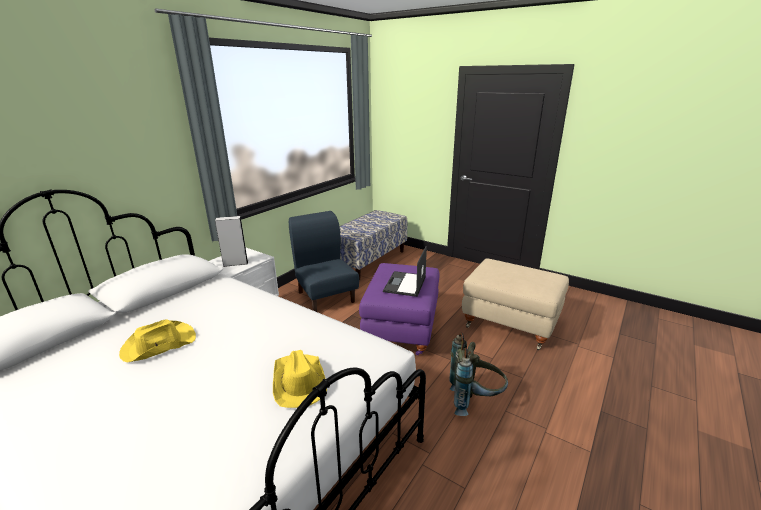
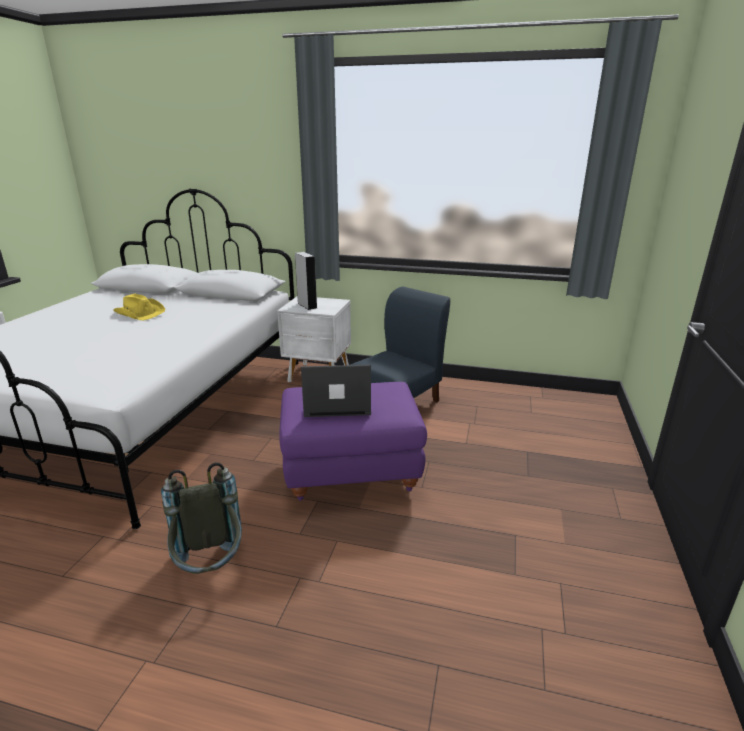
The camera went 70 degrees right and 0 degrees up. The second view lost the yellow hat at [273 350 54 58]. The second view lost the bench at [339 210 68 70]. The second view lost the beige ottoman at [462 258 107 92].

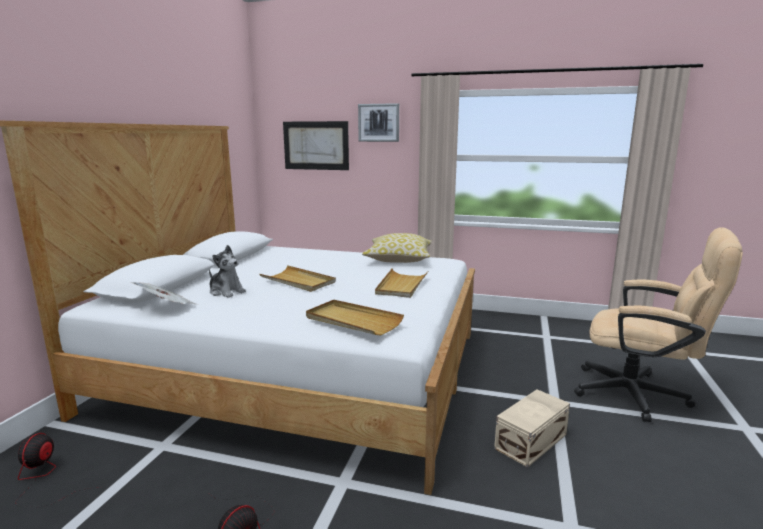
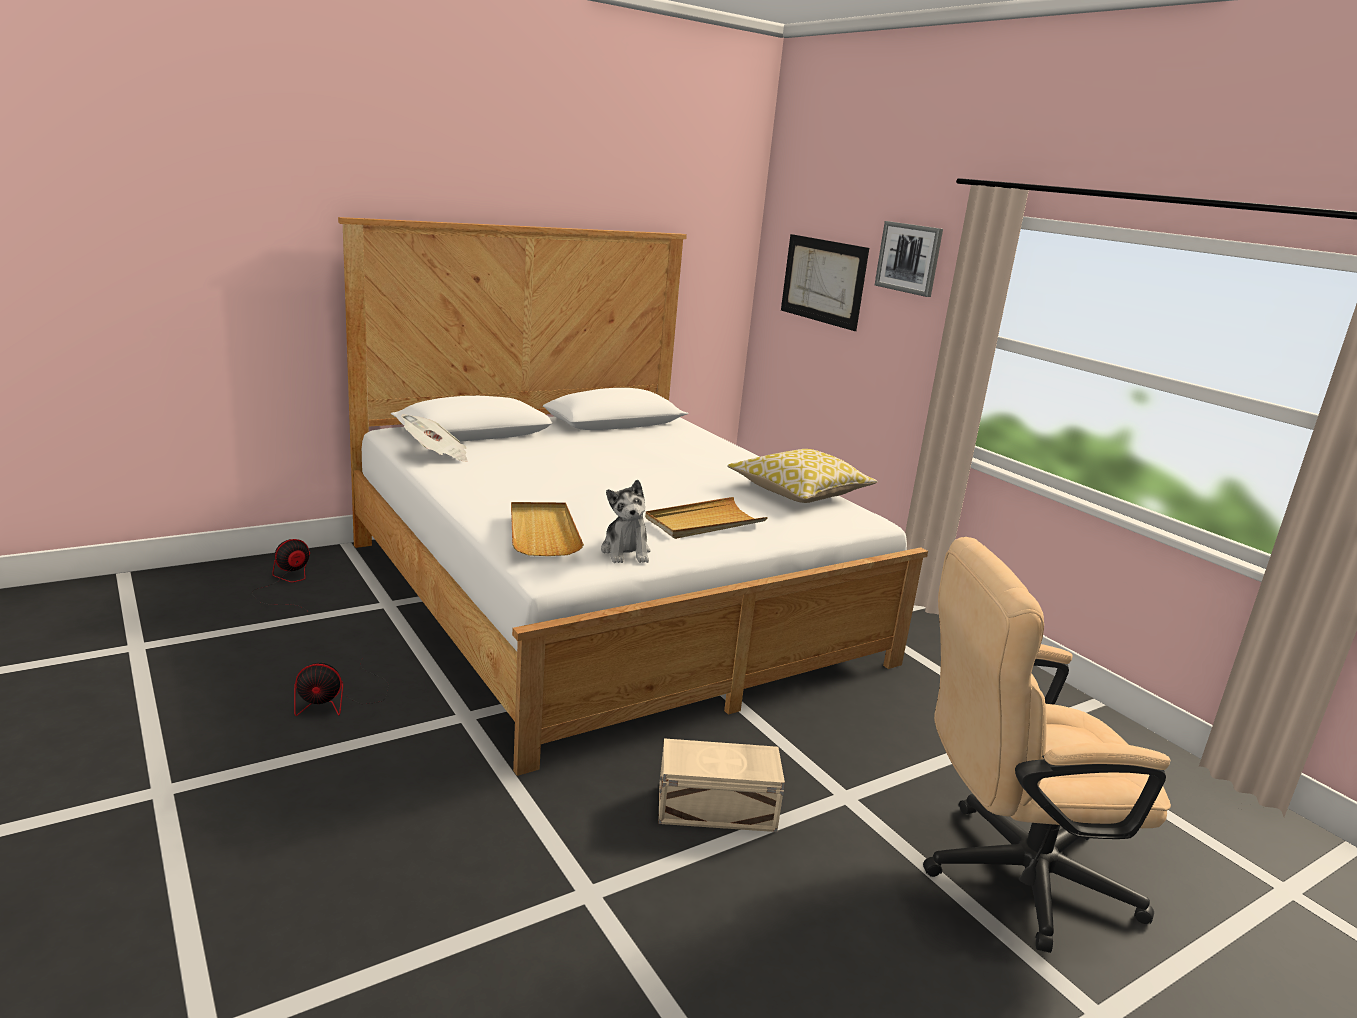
The camera went 40 degrees right and 5 degrees up. The plush toy ended up elsewhere, having gone from [209 245 37 53] to [601 480 50 83]. The beige office chair at [574 227 169 195] ended up facing another way, 105 degrees clockwise from before. The second view lost the beige tray at [260 265 76 27].

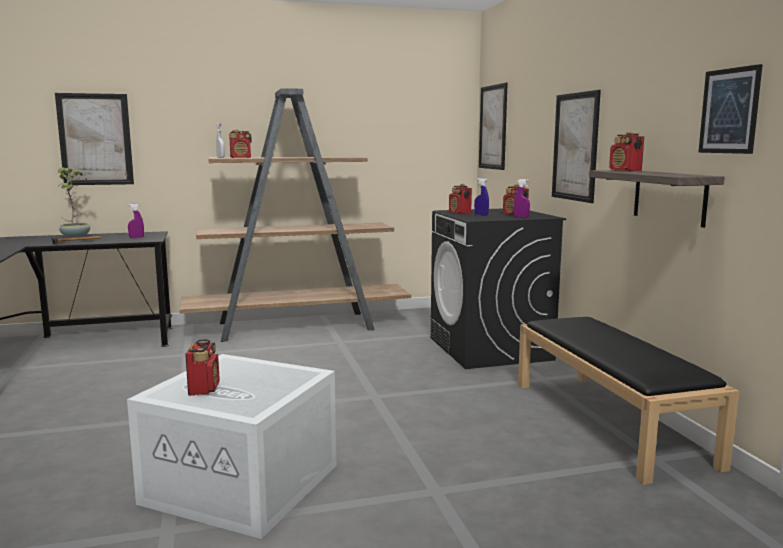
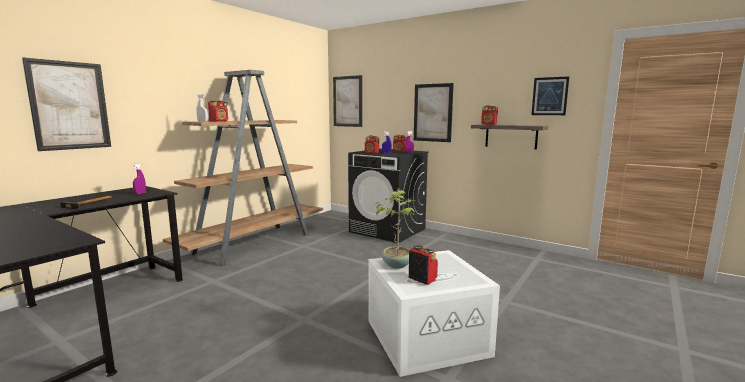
The camera went 40 degrees left and 0 degrees up. The potted plant ended up elsewhere, having gone from [58 167 32 71] to [375 188 41 81]. The second view lost the black bench at [518 317 221 168].

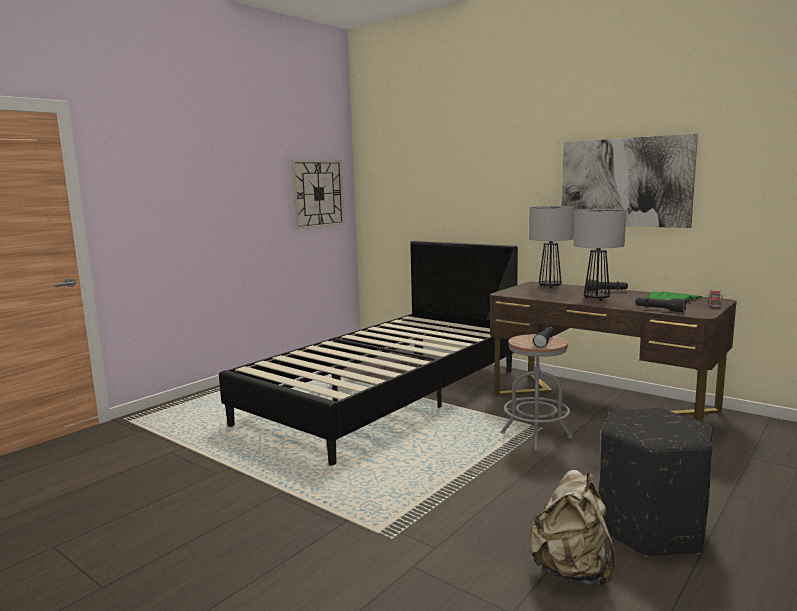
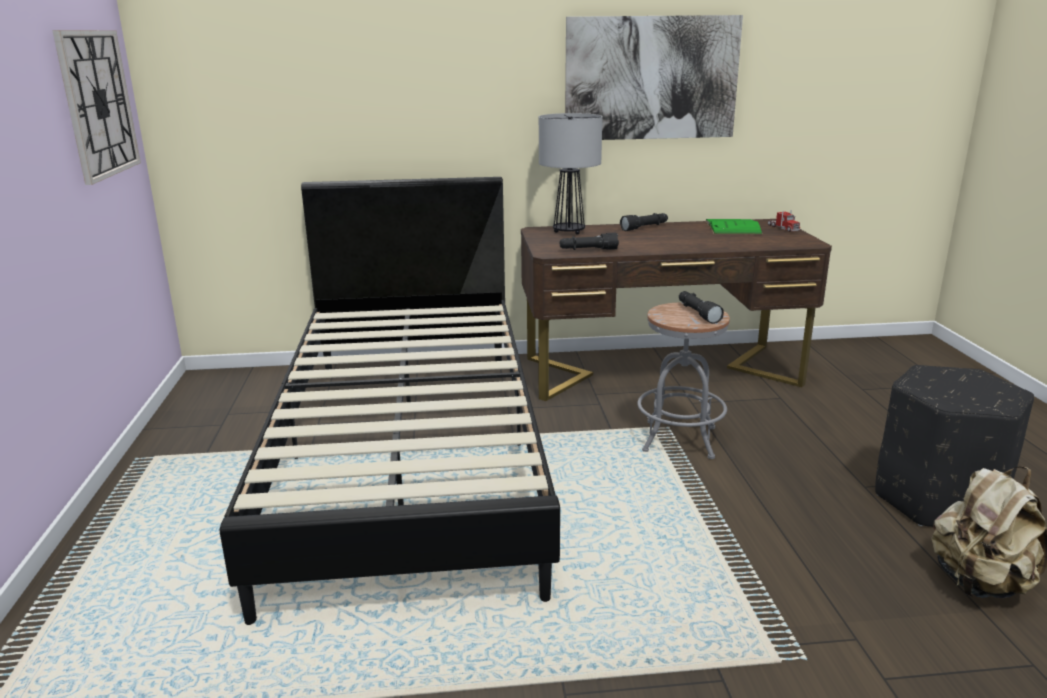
The camera went 45 degrees left and 10 degrees up. The black flashlight ended up elsewhere, having gone from [636 297 51 15] to [560 233 59 17]. The second view lost the table lamp at [573 208 53 93].

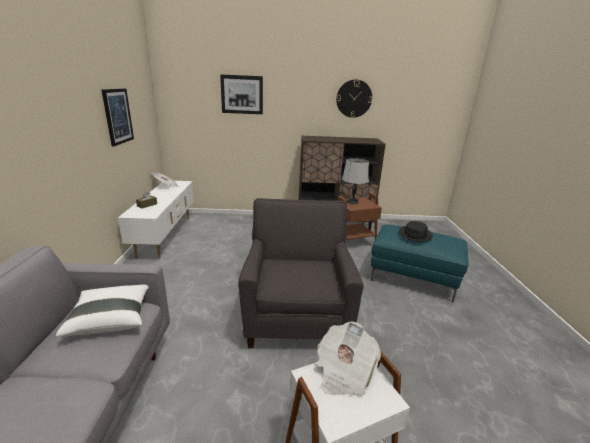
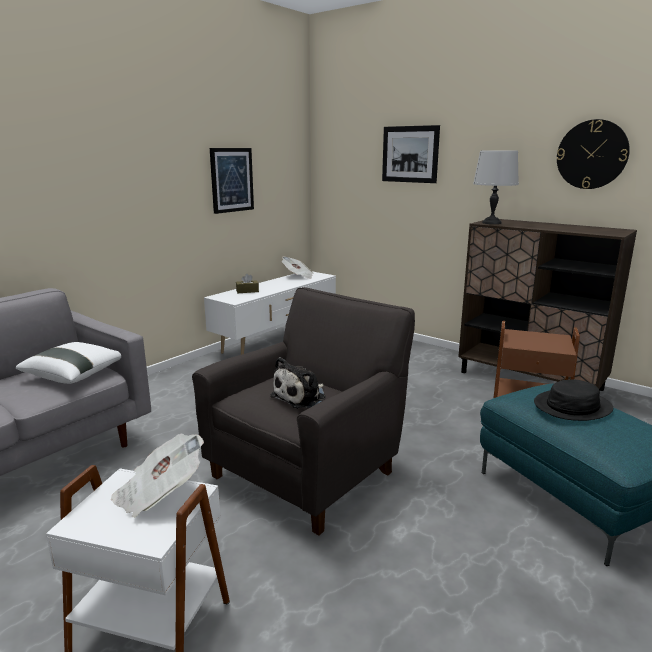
The camera went 40 degrees right and 5 degrees down. The second view gained the plush toy at [270 357 56 51]. The grey table lamp ended up elsewhere, having gone from [342 158 27 46] to [473 150 46 74].

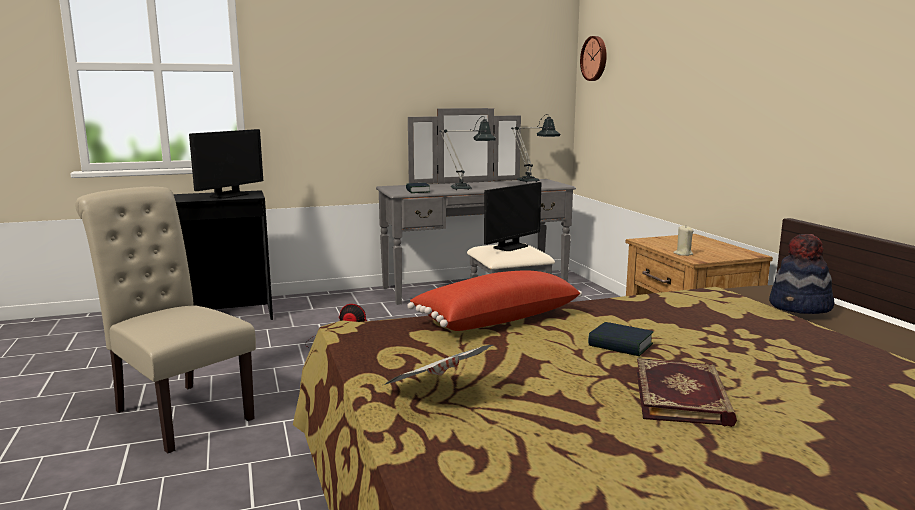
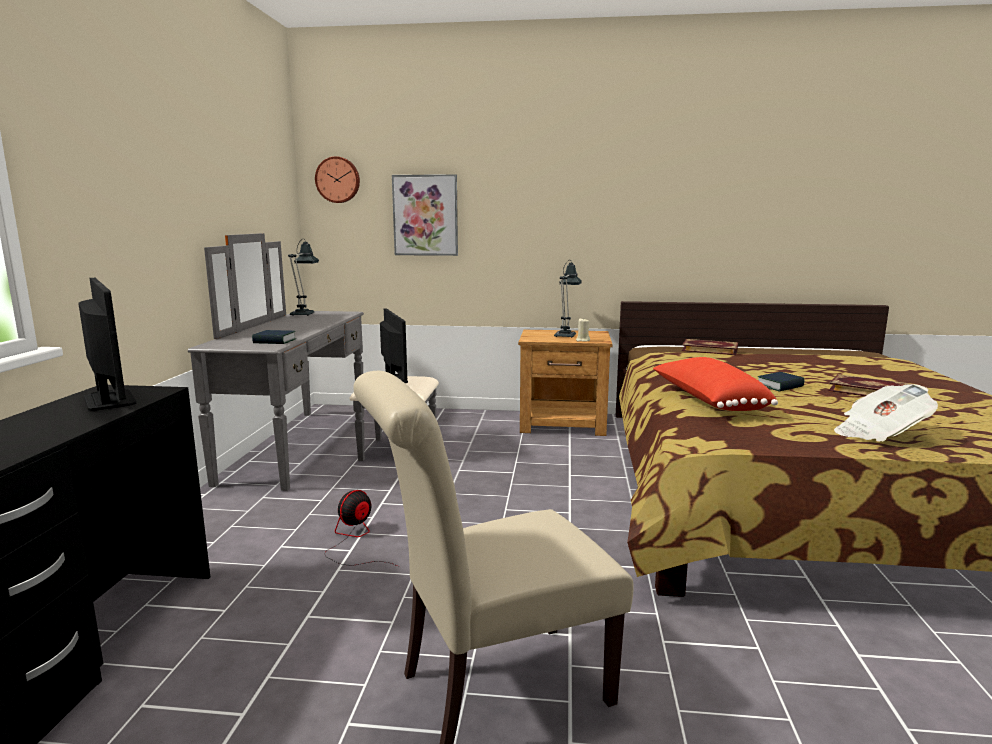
The camera went 65 degrees left and 0 degrees up. The second view gained the picture at [392 174 66 82]. The table lamp ended up elsewhere, having gone from [440 116 56 74] to [554 260 28 78]. Where the hat stood at [769 234 66 80], the book came to stand at [682 339 56 16].

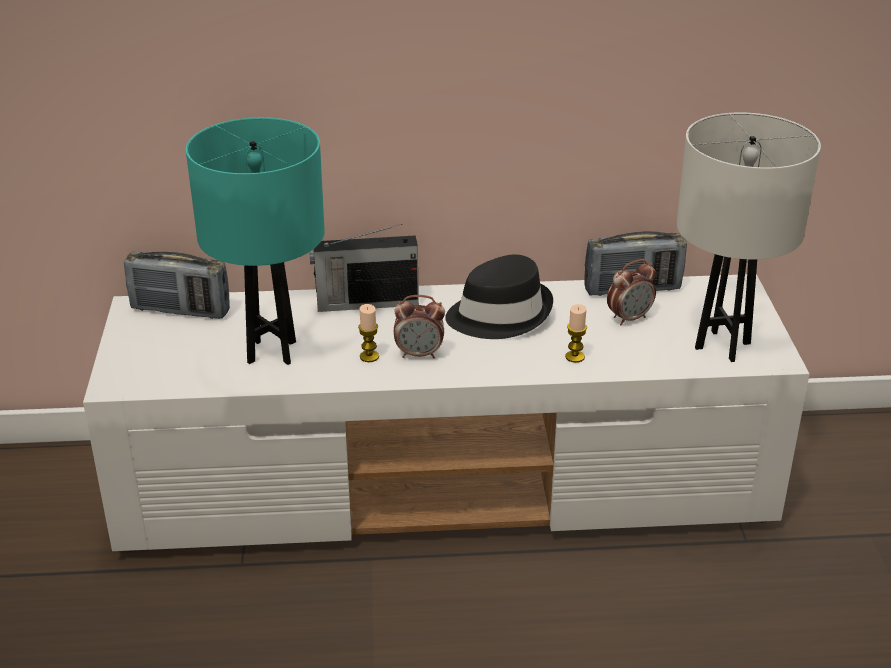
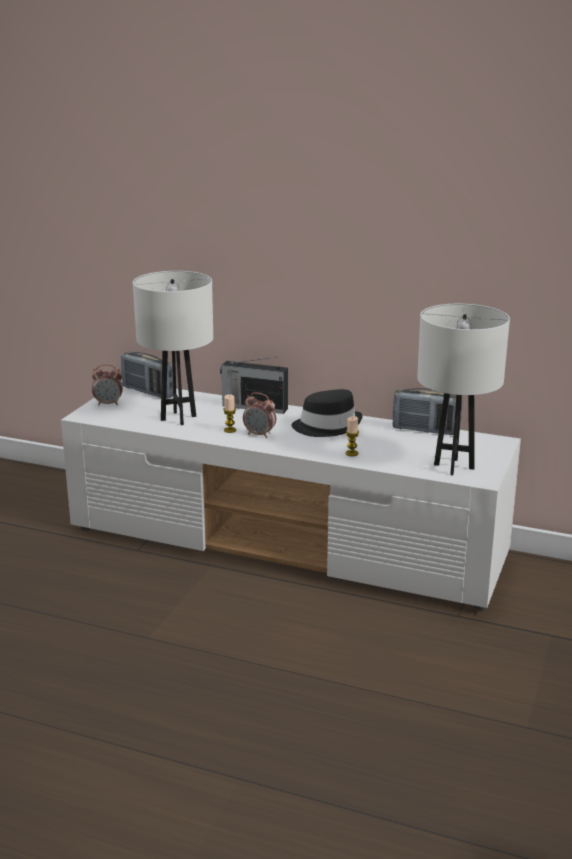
The camera went 25 degrees right and 10 degrees down. The alarm clock ended up elsewhere, having gone from [607 259 49 67] to [92 364 31 42]. What was the turquoise table lamp at [186 117 139 248] turned into the white table lamp at [133 271 80 154].

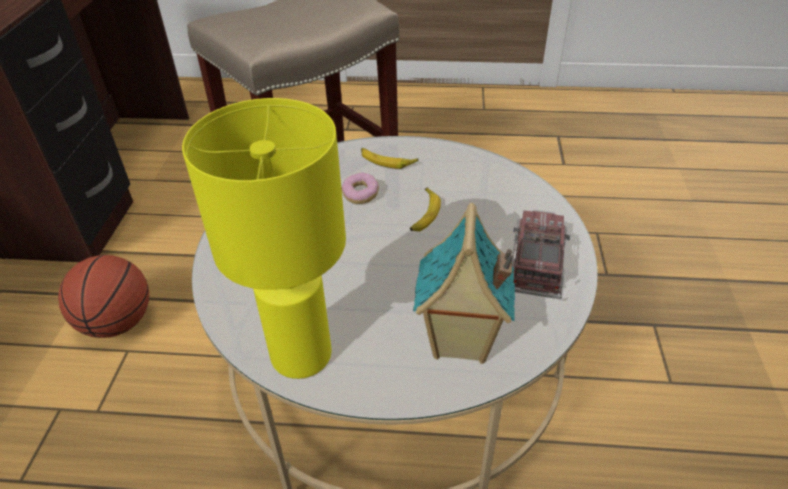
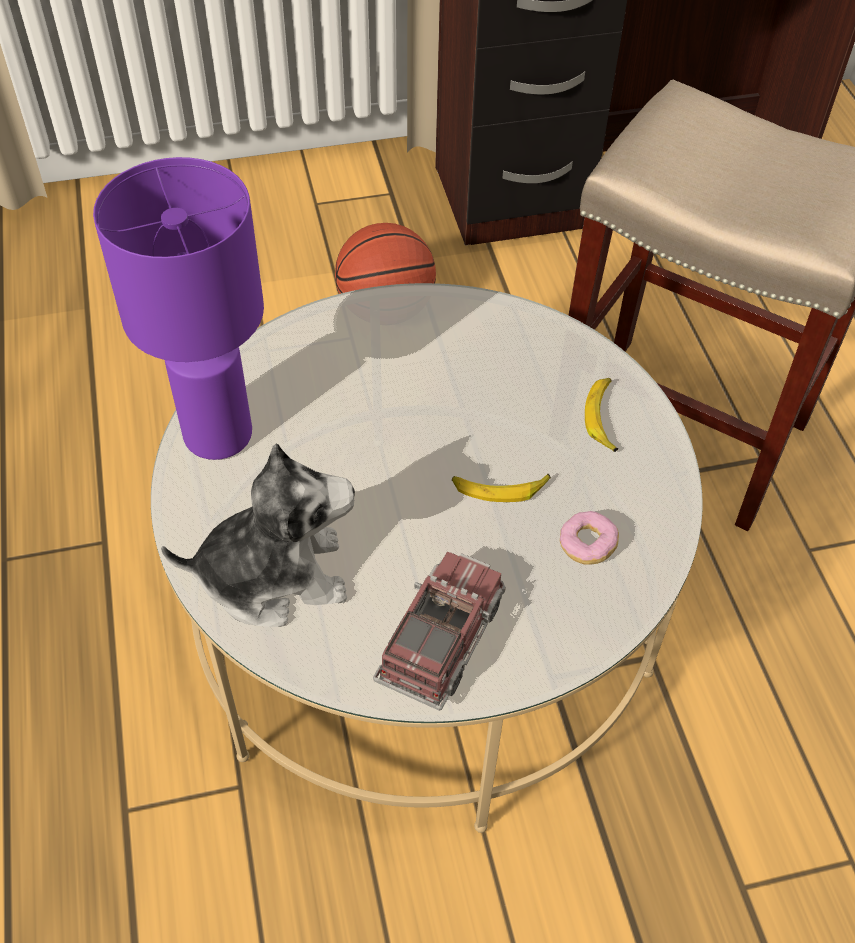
The camera went 70 degrees right and 10 degrees up. What was the yellow table lamp at [182 98 164 281] turned into the purple table lamp at [93 157 171 303]. Where the toy house stood at [413 203 102 161], the plush toy came to stand at [161 443 194 184]. The toy truck at [512 210 59 89] ended up facing another way, 60 degrees counterclockwise from before. The donut ended up elsewhere, having gone from [342 172 37 32] to [560 511 59 54].

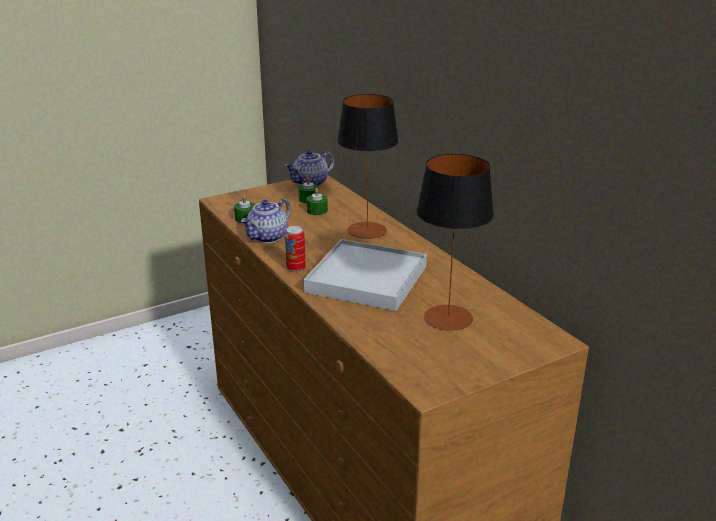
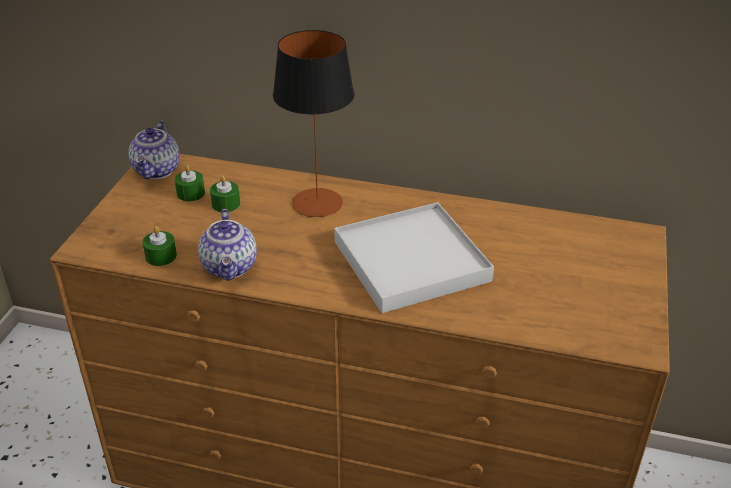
The camera went 45 degrees left and 10 degrees up. The second view lost the can at [285 226 21 46]. The second view lost the table lamp at [417 154 77 177].

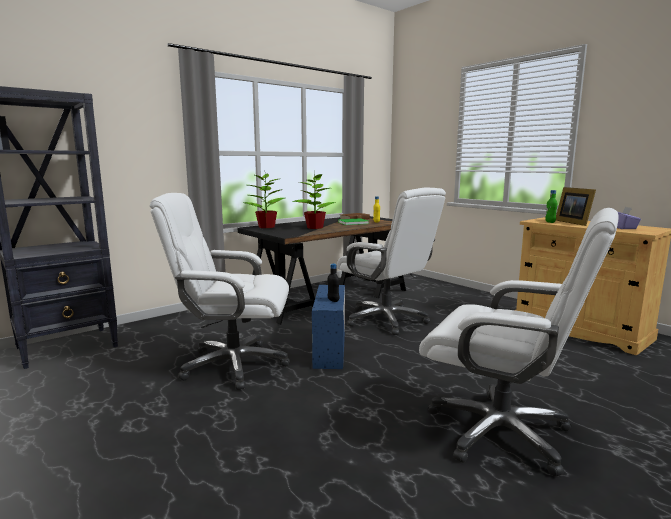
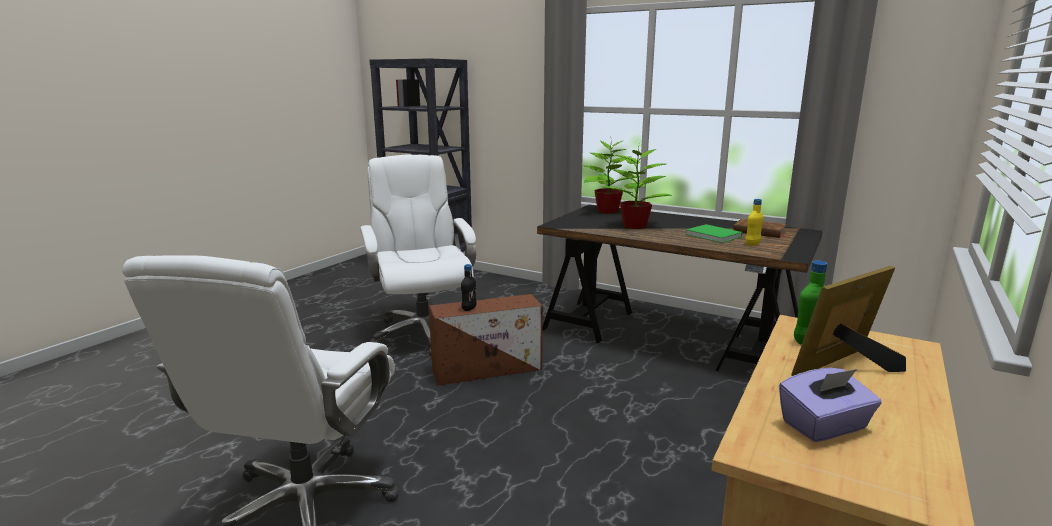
The camera went 70 degrees right and 5 degrees up. What was the blue storage box at [312 285 33 84] turned into the brown storage box at [429 294 114 92]. The second view lost the white office chair at [337 188 109 147].

